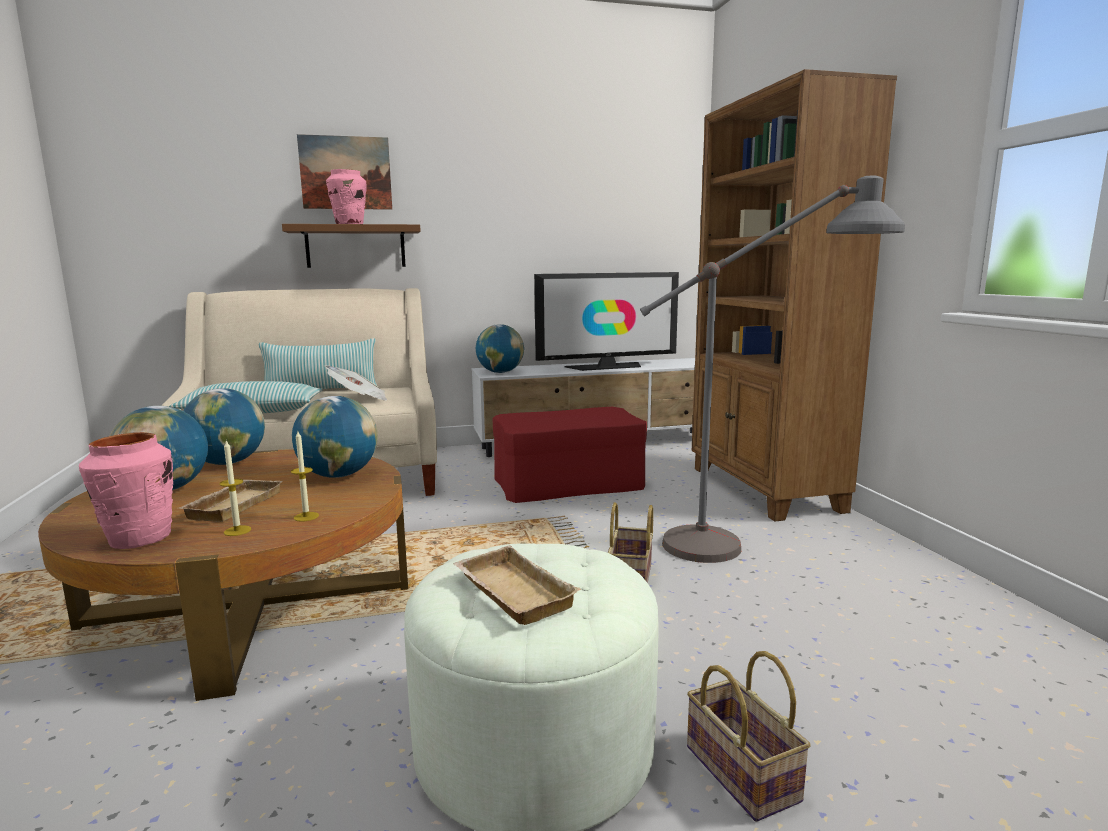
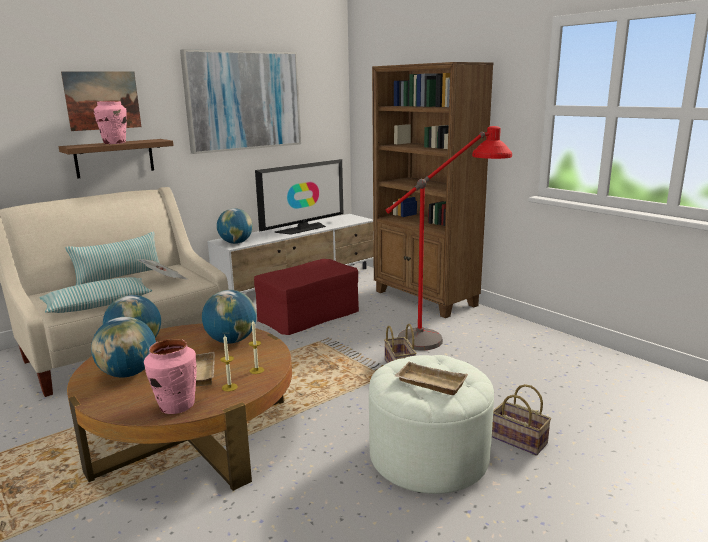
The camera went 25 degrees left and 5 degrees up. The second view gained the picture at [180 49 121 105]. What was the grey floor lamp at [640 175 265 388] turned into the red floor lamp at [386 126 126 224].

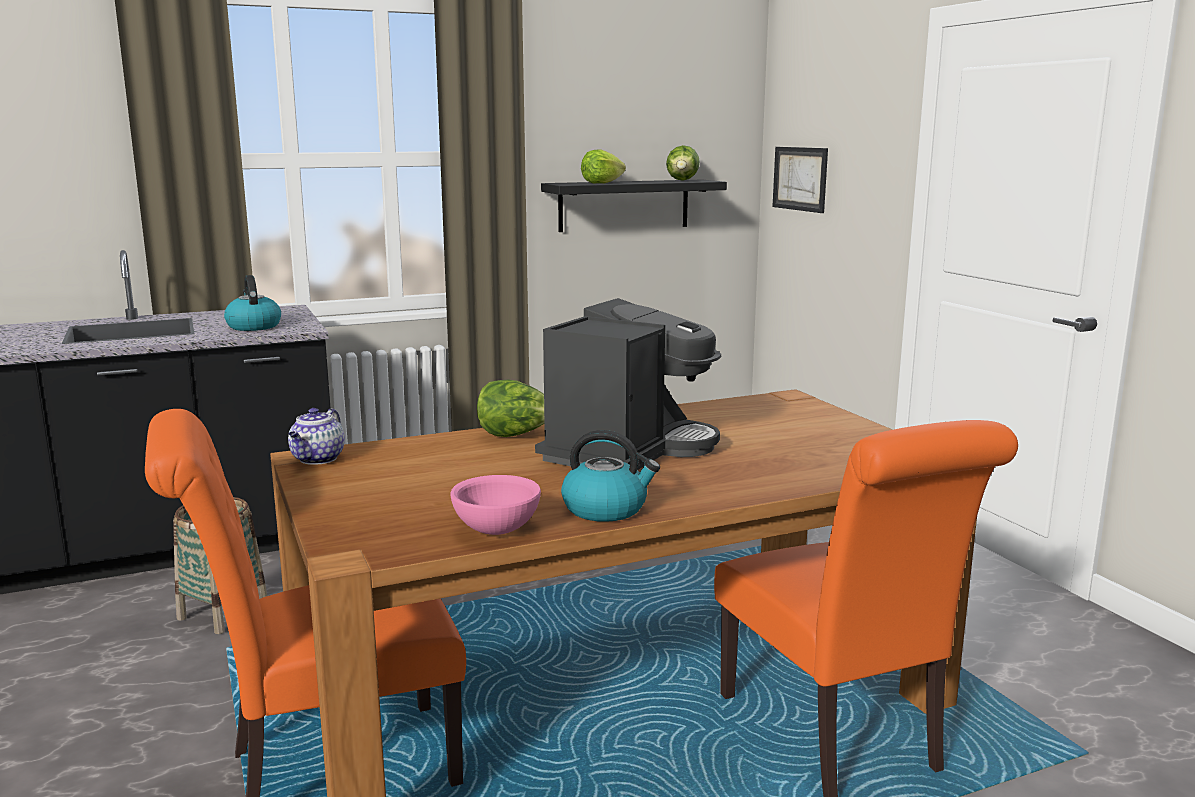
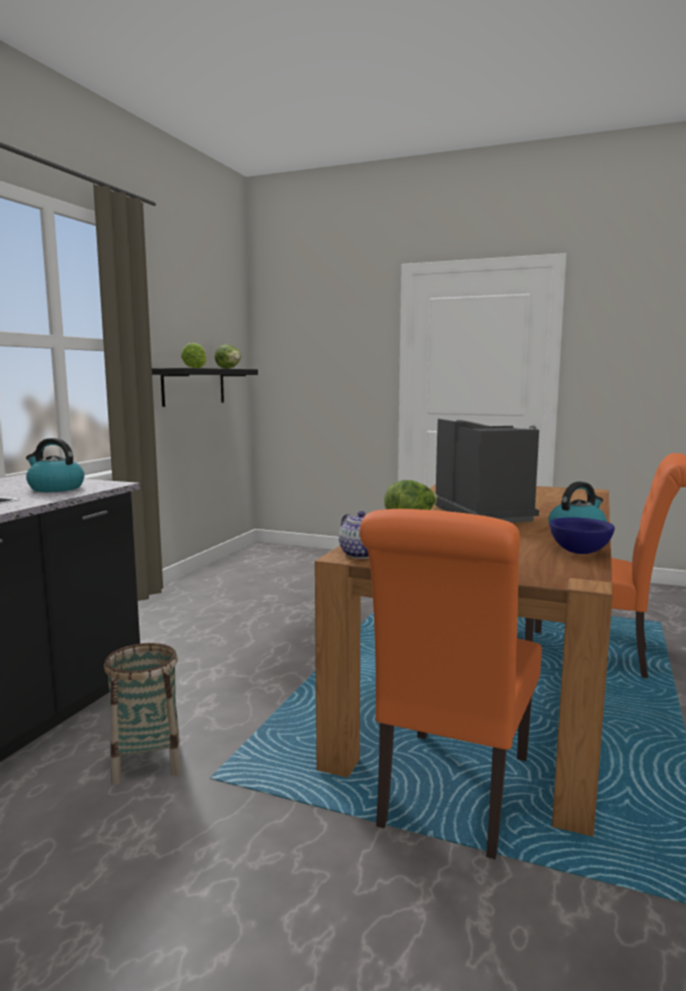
The camera went 45 degrees left and 5 degrees down. What was the pink bowl at [450 475 91 60] turned into the blue bowl at [550 517 65 37]. The second view lost the picture at [772 147 56 66].

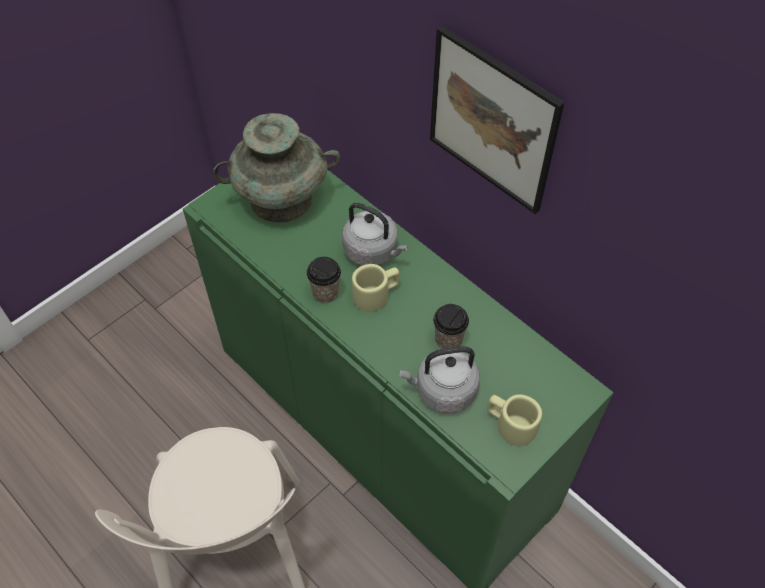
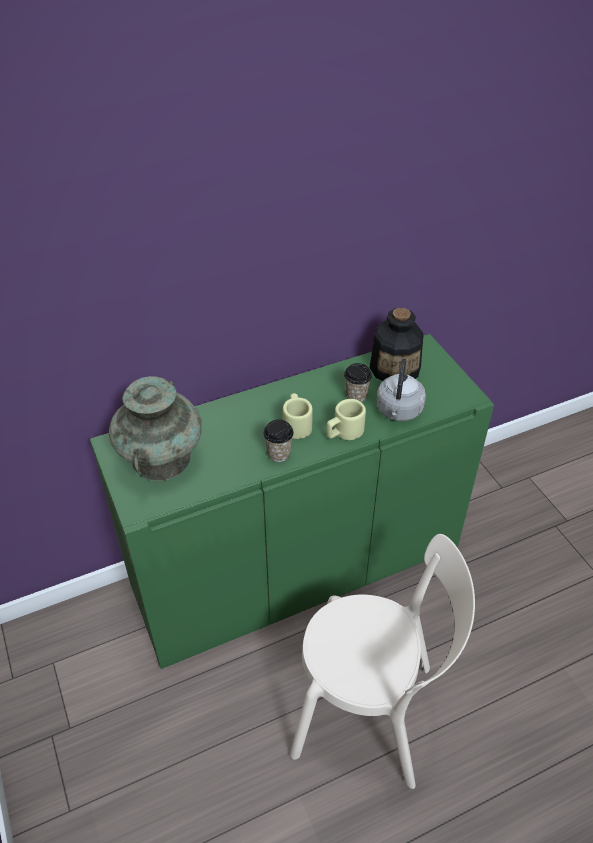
The camera went 70 degrees left and 10 degrees down. The beige mug ended up elsewhere, having gone from [487 394 55 52] to [326 399 40 41]. The second view gained the bottle at [369 308 55 73]. The second view lost the grey kettle at [342 203 66 63]. The second view lost the picture at [430 25 134 189].

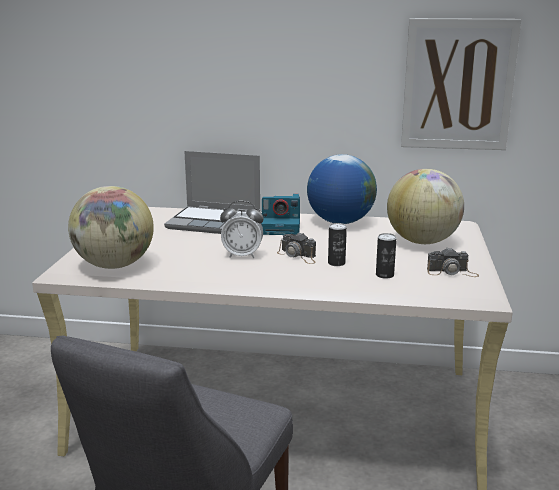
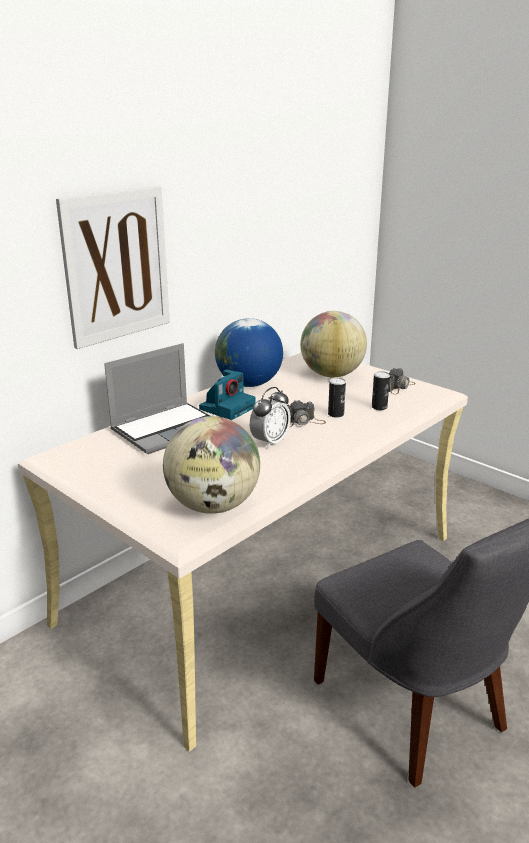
The camera went 55 degrees left and 5 degrees up. The picture ended up elsewhere, having gone from [401 18 120 132] to [56 186 114 163].

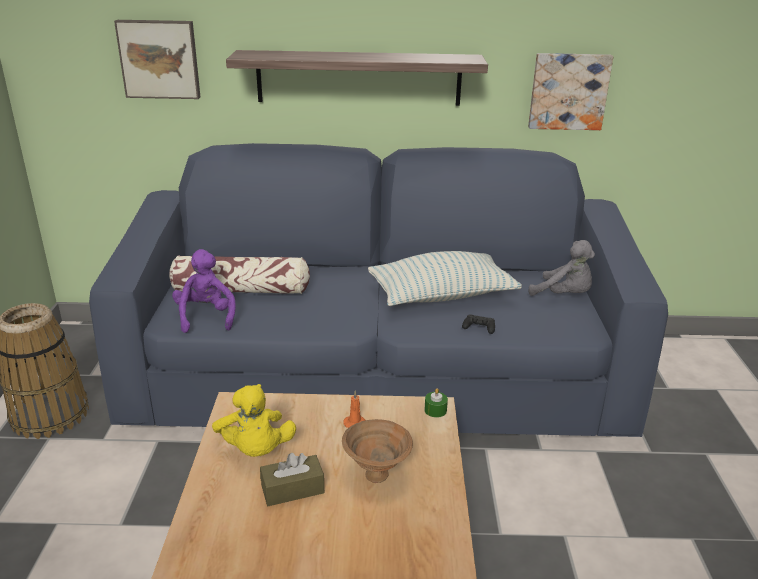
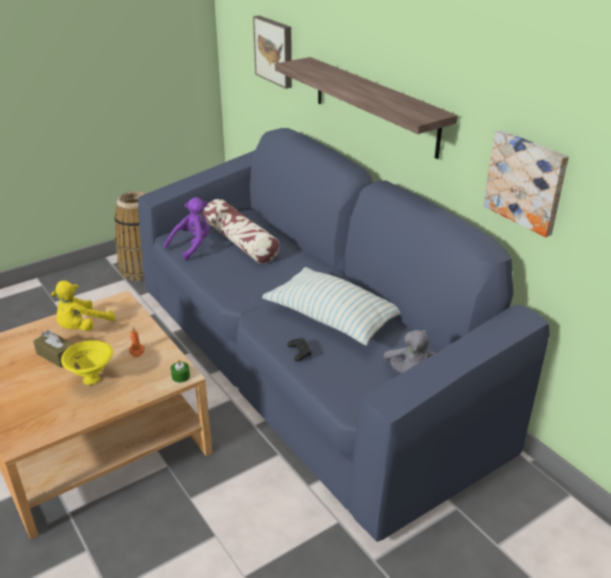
The camera went 55 degrees right and 5 degrees up. What was the brown bowl at [342 419 71 64] turned into the yellow bowl at [61 340 52 45].

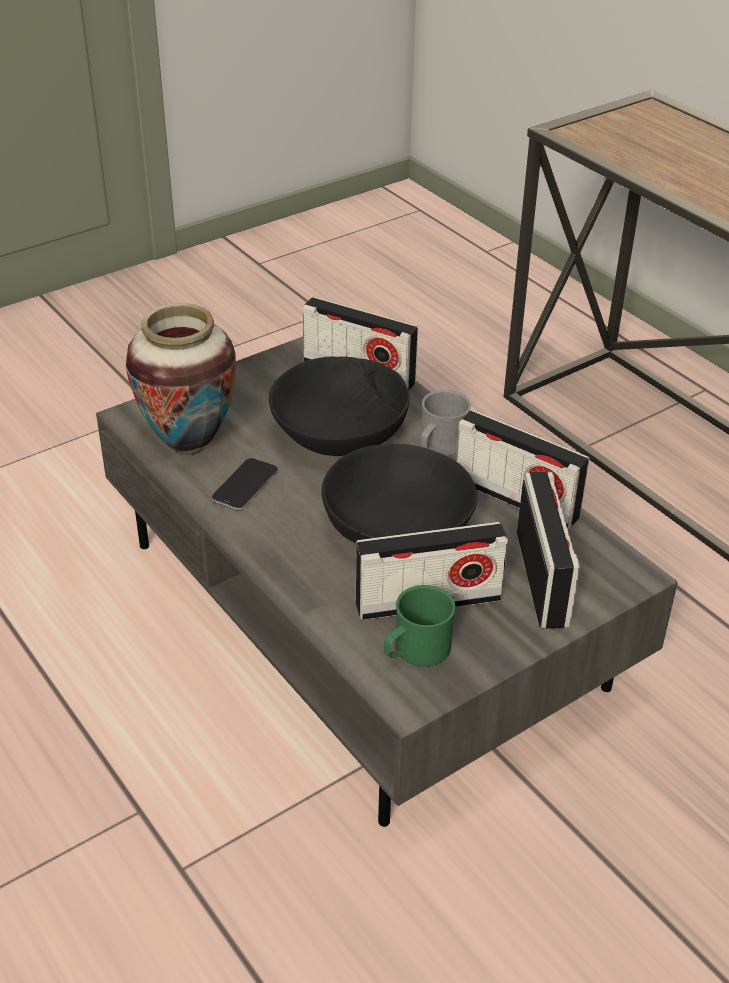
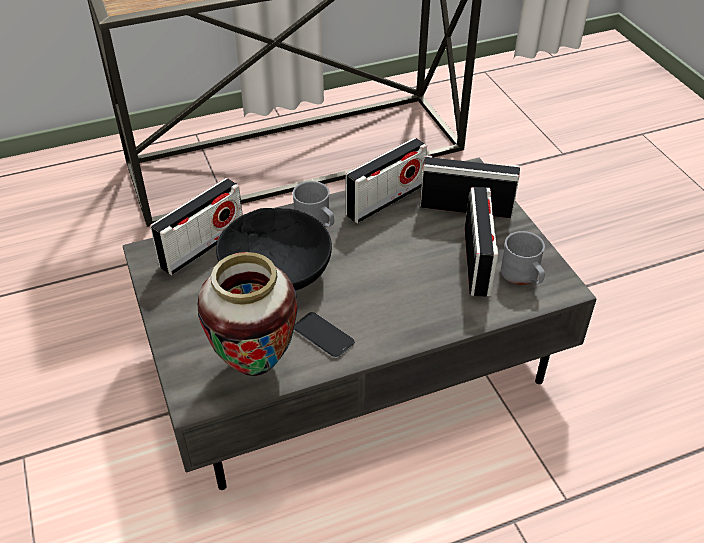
The camera went 75 degrees left and 5 degrees up. What was the green mug at [384 585 72 81] turned into the grey mug at [501 231 44 54]. The second view lost the black bowl at [322 444 155 99].

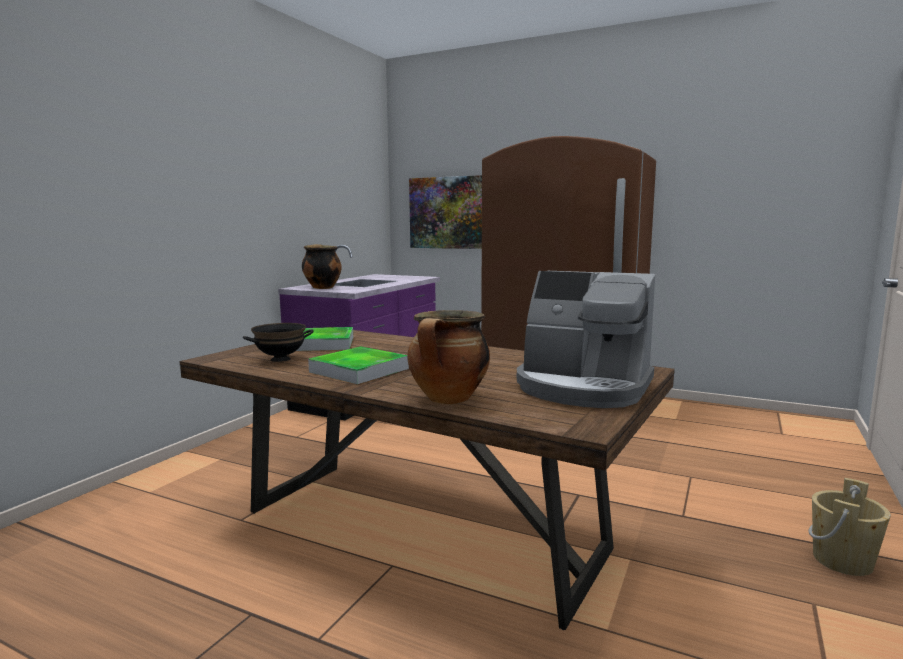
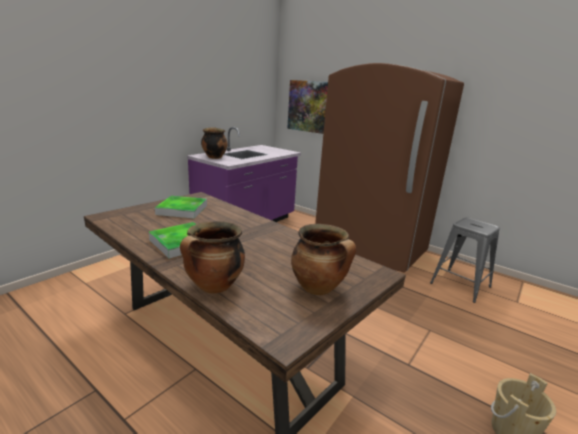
The camera went 10 degrees right and 10 degrees up. Where the coffee machine stood at [517 271 138 137], the cooking pot came to stand at [291 224 65 71]. The second view gained the grey stool at [430 217 70 86]. The second view lost the black bowl at [243 323 71 39].

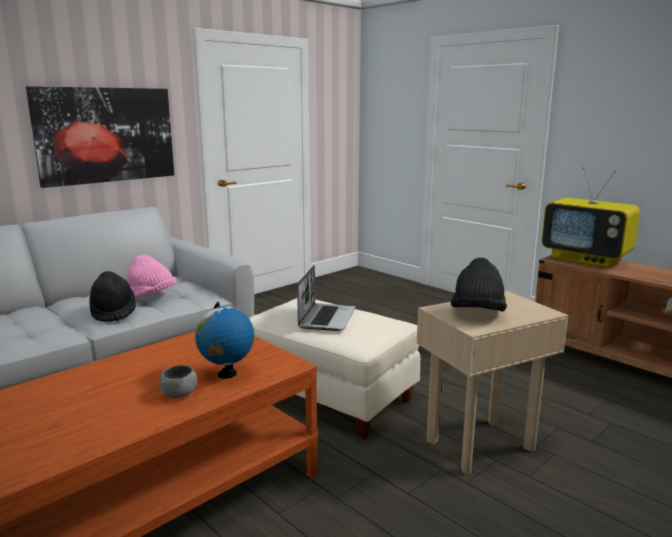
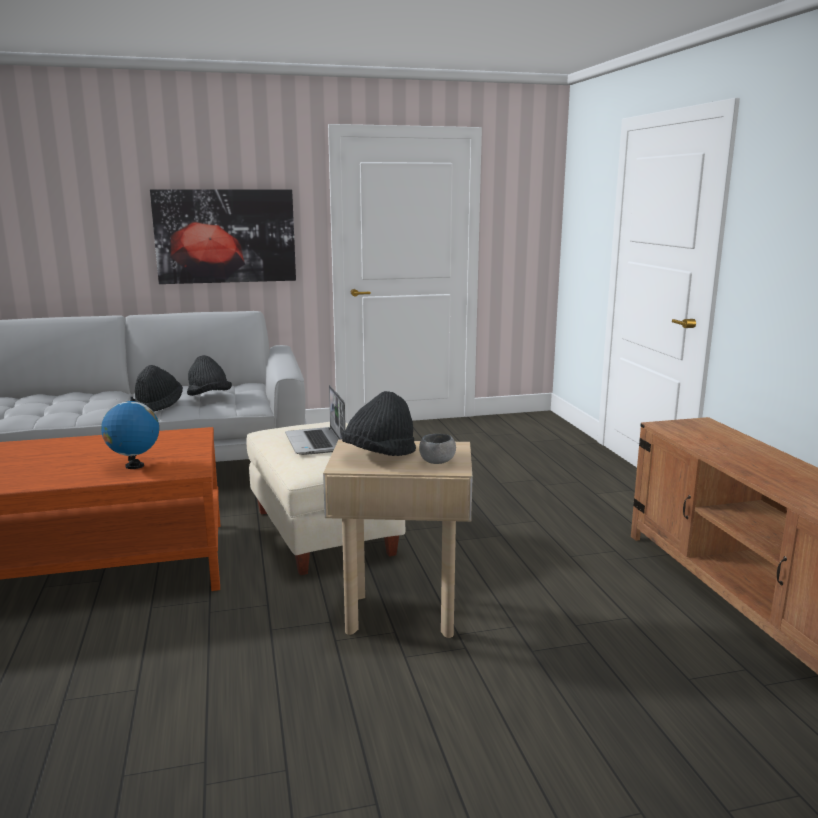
The camera went 30 degrees right and 0 degrees up. What was the pink hat at [127 255 50 42] turned into the black hat at [187 355 45 41]. The laptop at [297 265 58 66] ended up facing another way, 120 degrees clockwise from before. The grey bowl ended up elsewhere, having gone from [160 365 37 33] to [419 434 37 30]. The second view lost the television at [542 167 98 101].

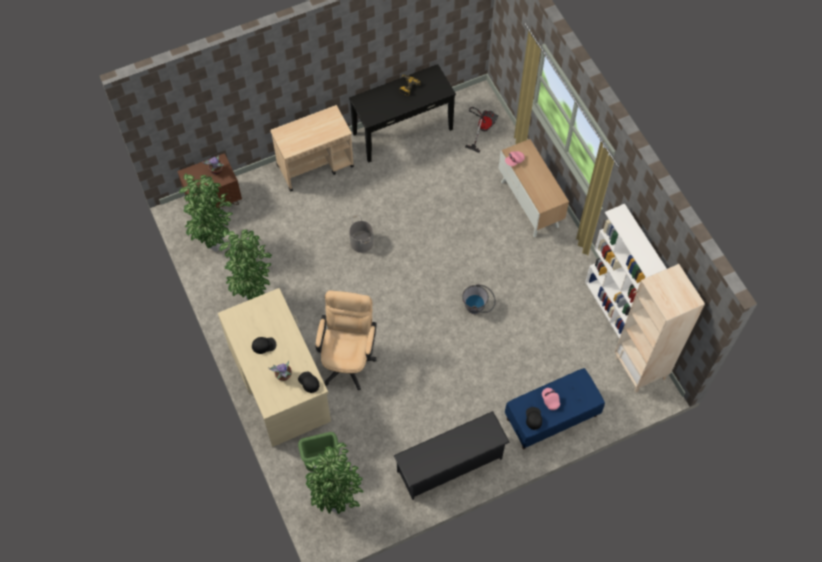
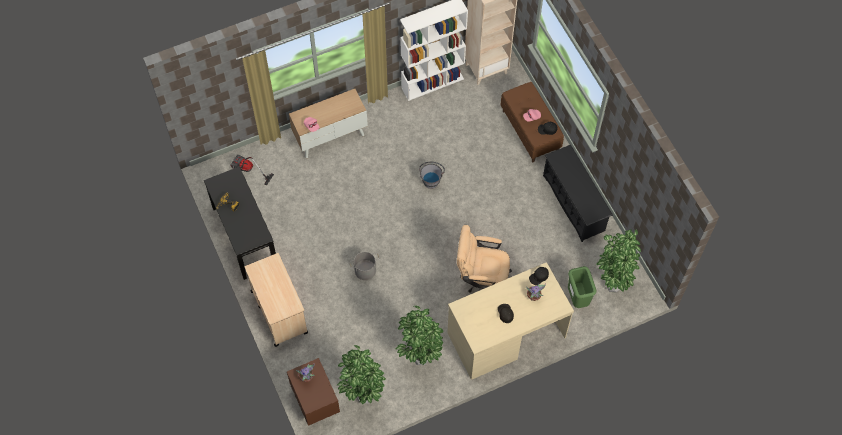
The camera went 90 degrees left and 0 degrees up. What was the blue bench at [505 368 100 81] turned into the brown bench at [500 82 64 80].

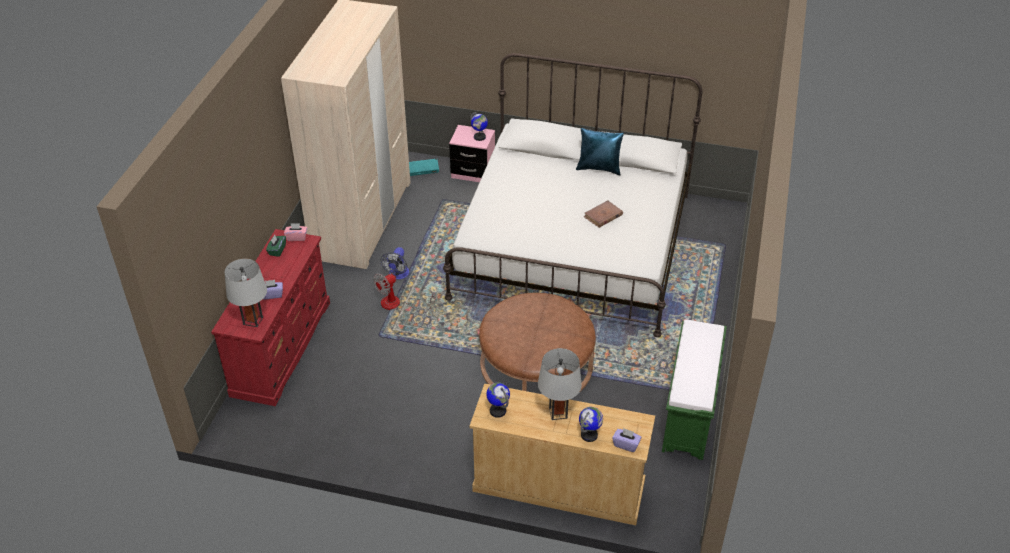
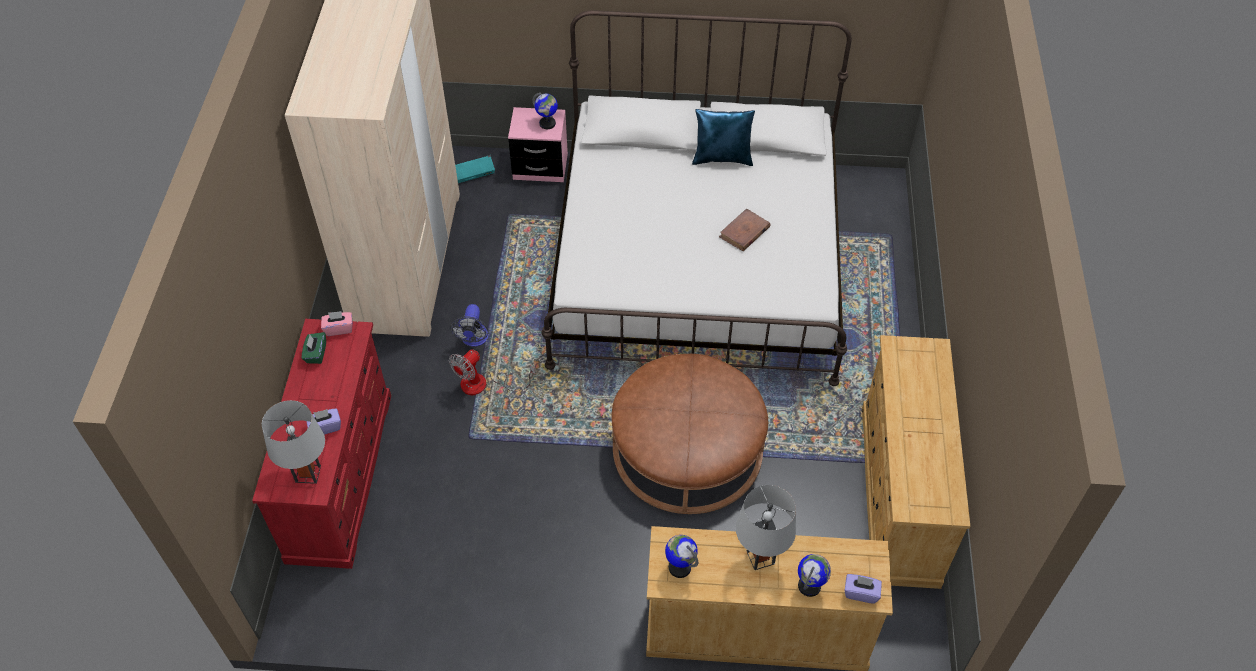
The camera went 10 degrees left and 10 degrees up. Where the green bench stood at [662 319 65 141], the beige dresser came to stand at [862 335 108 254].

